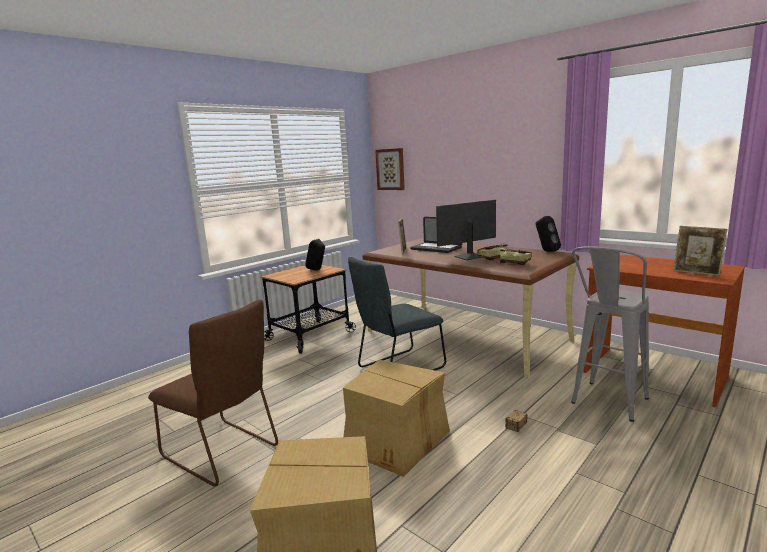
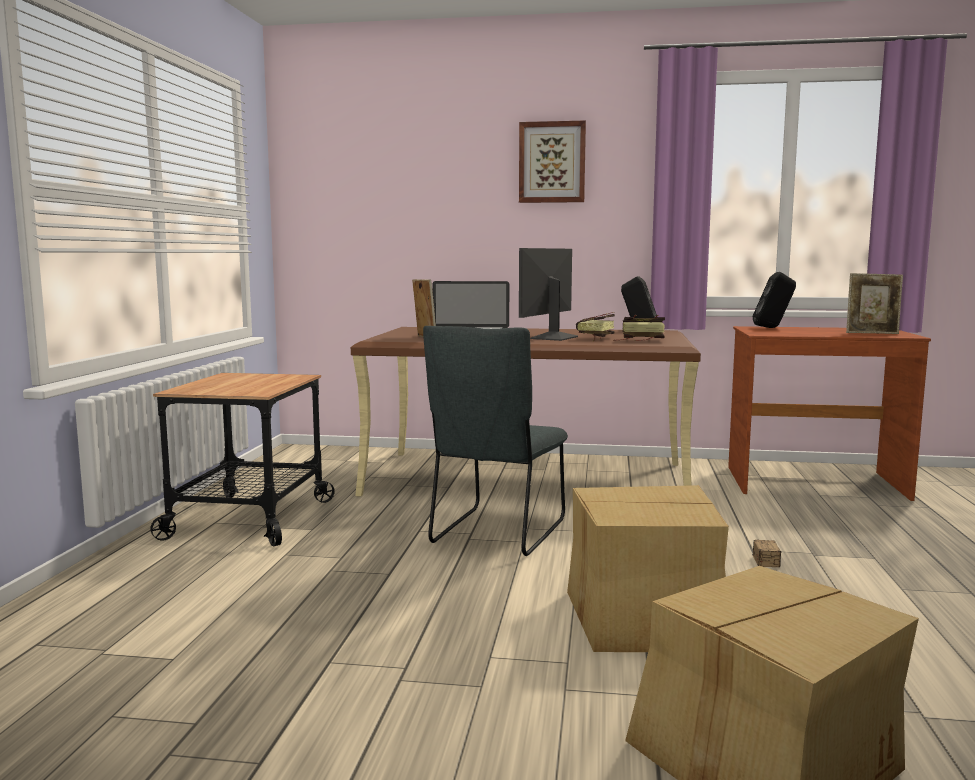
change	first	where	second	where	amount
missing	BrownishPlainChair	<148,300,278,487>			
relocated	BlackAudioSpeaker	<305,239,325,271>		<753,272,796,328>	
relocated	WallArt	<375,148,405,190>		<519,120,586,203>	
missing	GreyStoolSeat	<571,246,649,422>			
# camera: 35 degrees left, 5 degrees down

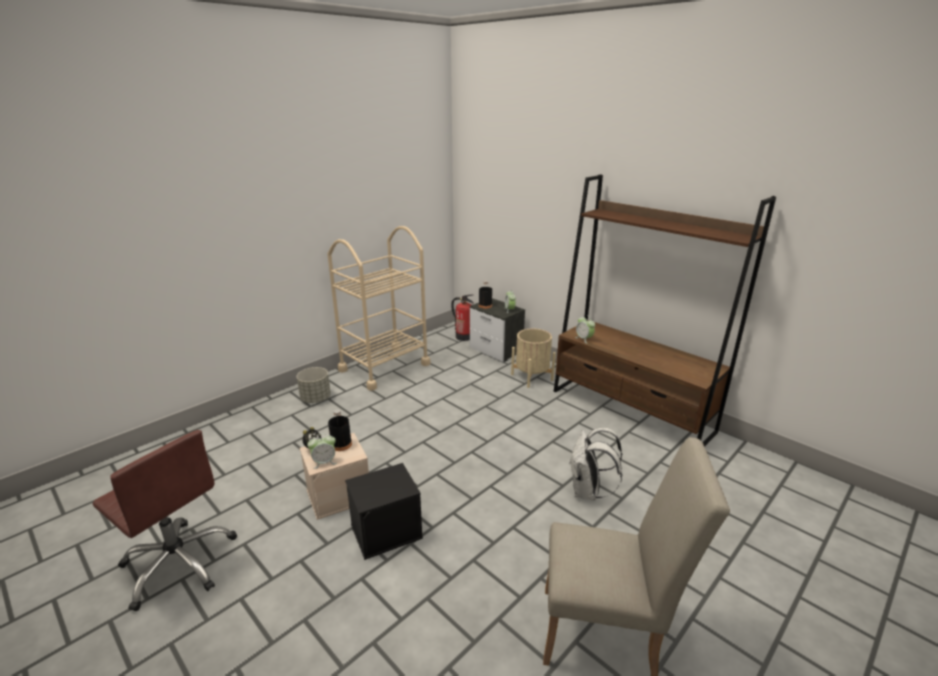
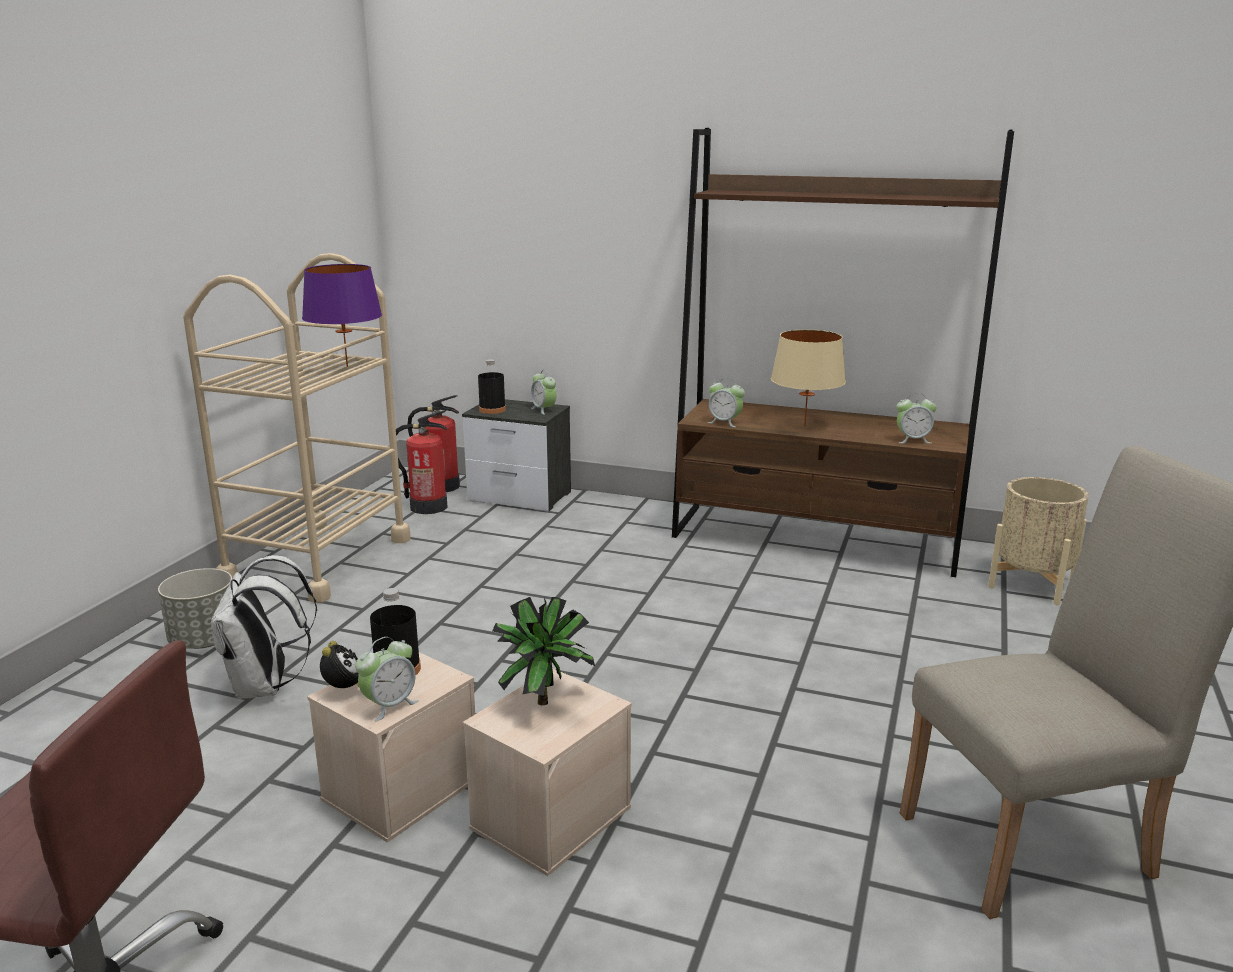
change	first	where	second	where	amount
colour	BlackStorageBox	<345,463,423,560>	SandColouredStorageBox	<463,668,632,876>	
relocated	SandColouredPlantPot	<511,329,556,388>		<988,477,1089,605>	
relocated	WhiteBackpack	<569,428,622,501>		<211,555,317,699>	
appeared			PurpleColouredTabletopLamp	<302,264,382,367>	
appeared			FireFightingCylinder	<396,410,448,514>	
appeared			PottedPlant	<492,597,595,705>	
appeared			SandColouredTabletopLamp	<771,329,846,427>	
appeared			BedsideClock	<896,393,937,444>	
# camera: 25 degrees left, 5 degrees down

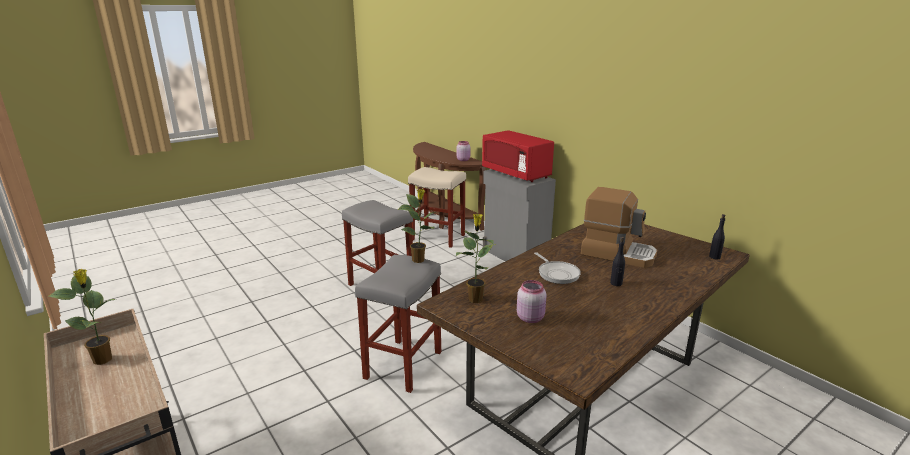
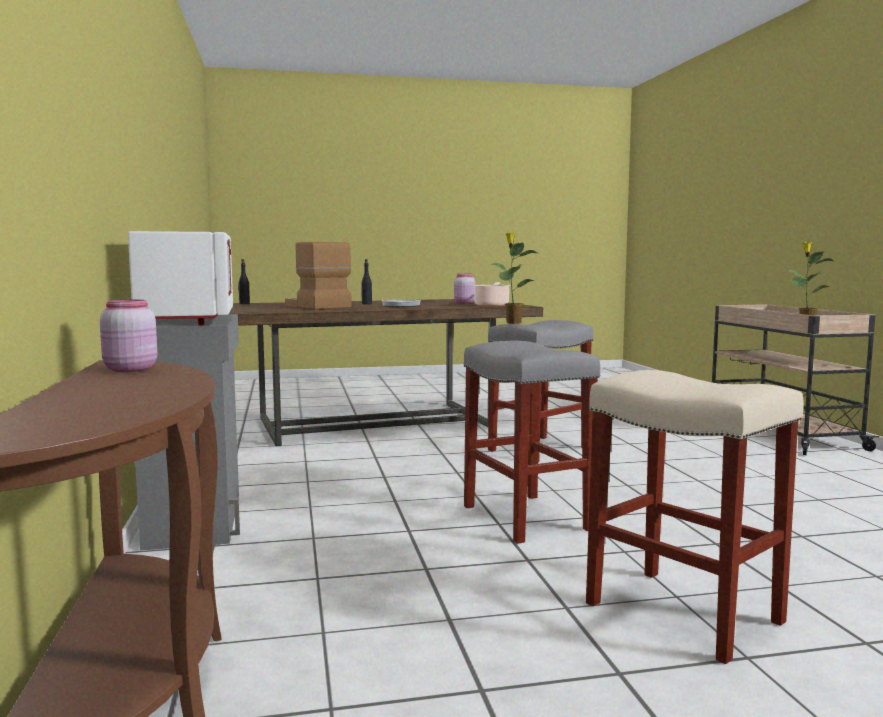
change	first	where	second	where	amount
relocated	SandColouredStoolSeat	<408,167,466,248>		<586,370,804,664>	
exchanged	PottedPlant	<456,213,495,303>	CookingPot	<473,282,511,307>	
colour	ReddishMicrowave	<482,130,554,182>	WhiteMicrowave	<128,231,233,325>	
# camera: 155 degrees left, 15 degrees down

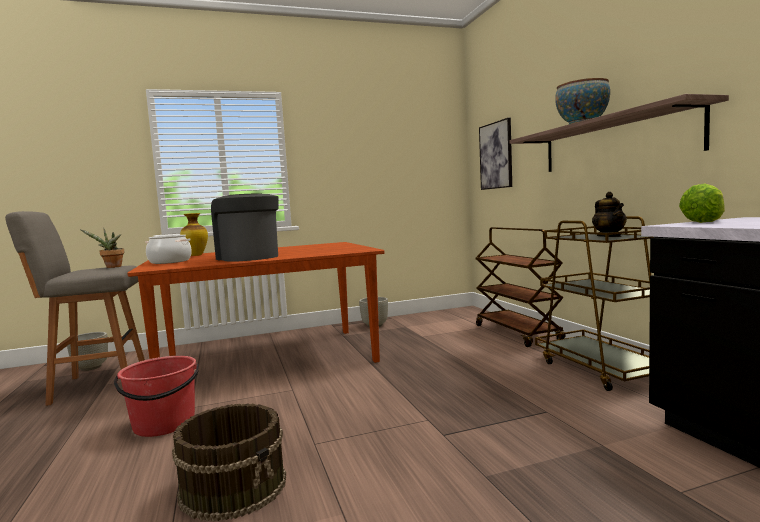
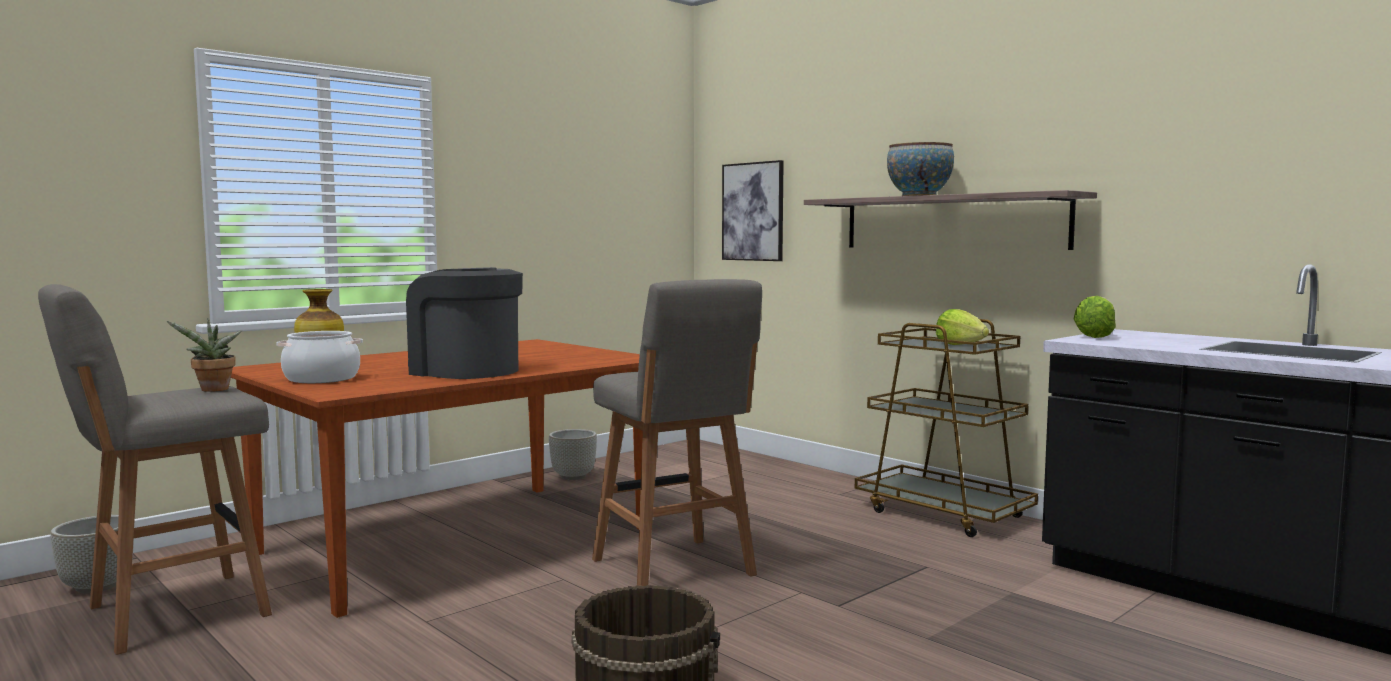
change	first	where	second	where	amount
missing	ReddishPail	<114,356,199,437>			
missing	BrownishCart	<475,227,565,347>			
exchanged	TeaPot	<592,192,627,237>	HeadOfLettuce	<936,309,989,345>	
appeared			GreyStoolSeat	<592,279,762,586>	
# camera: 25 degrees left, 0 degrees up

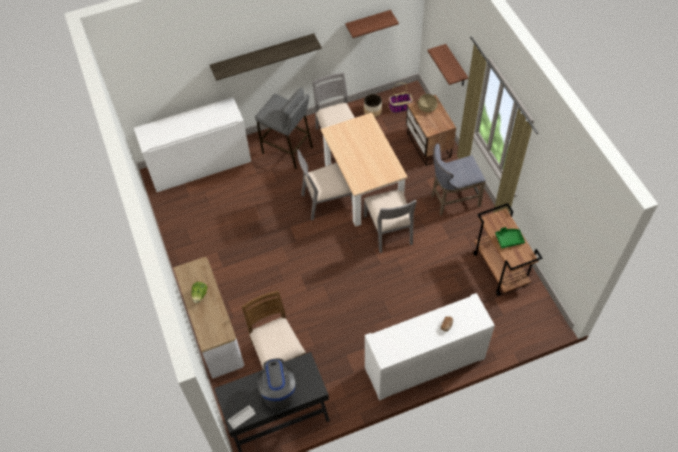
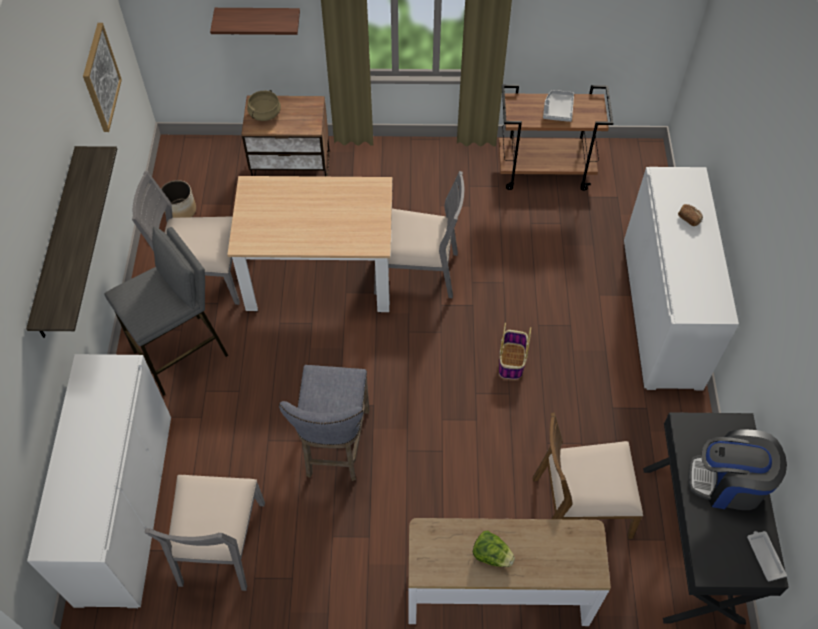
change	first	where	second	where	amount
relocated	GreyPlainChair	<297,149,352,221>		<145,475,265,591>	
exchanged	BracketShelf	<345,10,399,38>	WallArt	<83,23,122,132>	
relocated	Basket	<389,83,412,113>		<499,323,531,379>	
relocated	GreyStoolSeat	<431,143,486,215>		<279,365,369,481>	
colour	GreenColouredServingTray	<495,227,525,248>	GreyServingTray	<543,90,574,122>	
# camera: 70 degrees left, 0 degrees up

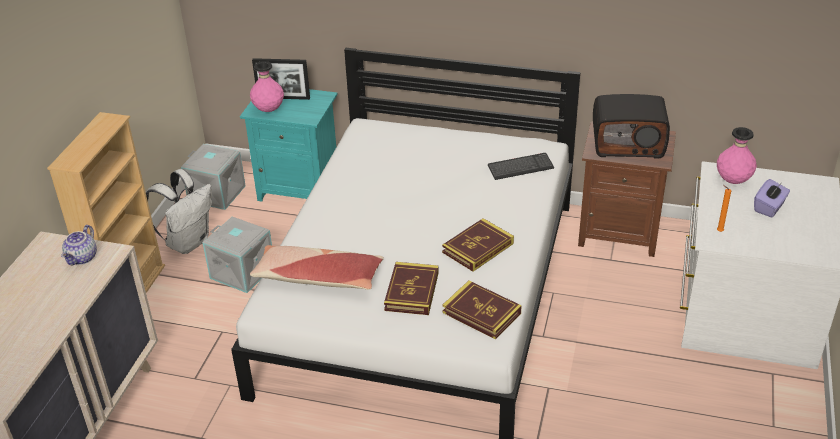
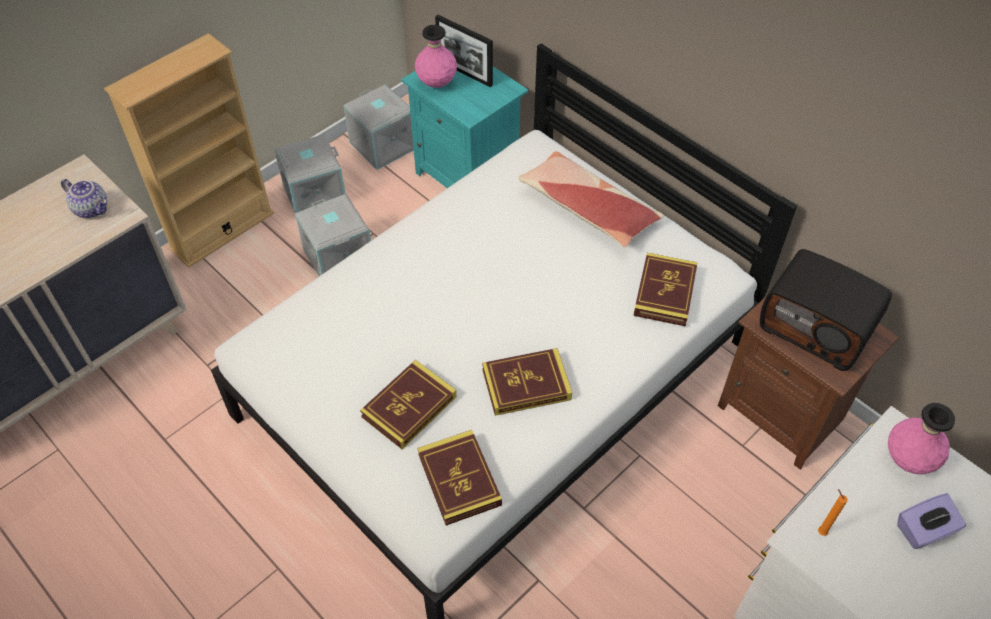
change	first	where	second	where	amount
spun	TeaPot	<61,225,97,265>		<61,179,107,218>	105 degrees counterclockwise
exchanged	WhiteBackpack	<146,169,212,254>	GreyStorageBox	<274,134,345,213>	
relocated	ThrowPillow	<250,245,384,290>		<518,151,664,247>	
exchanged	PcKeyboard	<488,153,554,180>	Volume	<633,253,698,326>	
# camera: 30 degrees right, 15 degrees up

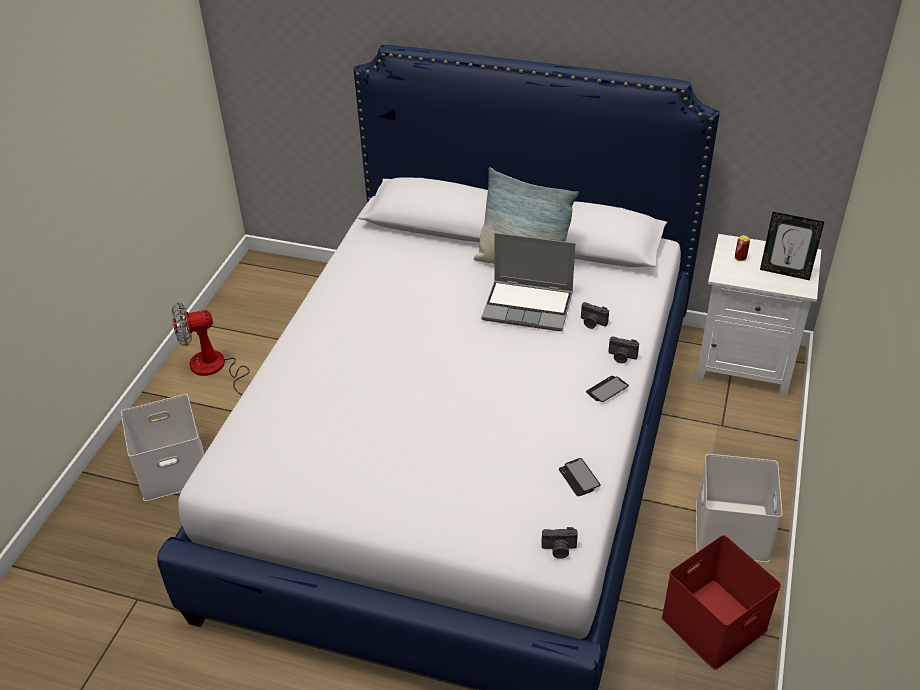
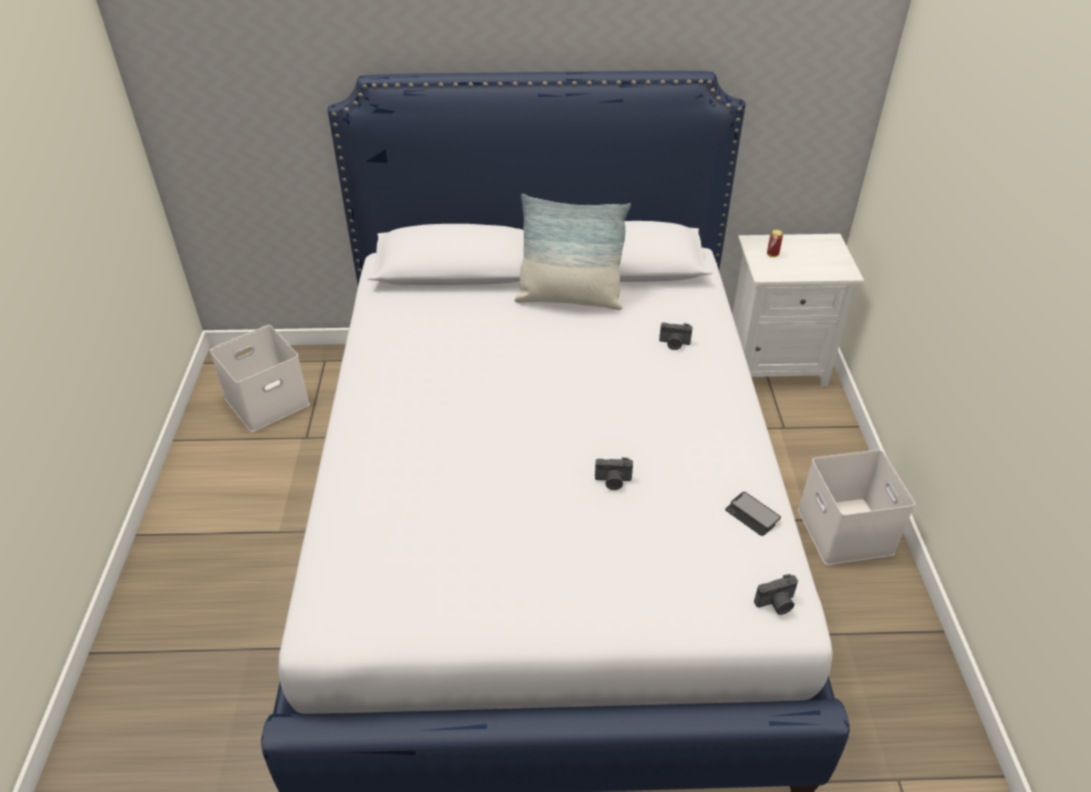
change	first	where	second	where	amount
relocated	WhiteStorageBox	<121,394,204,501>		<210,325,310,432>	
missing	ElectricFan	<172,302,250,395>			
missing	NotebookComputer	<481,233,575,331>			
missing	Phone	<586,376,629,402>			
relocated	StillCamera	<608,336,639,363>		<595,457,633,490>	
missing	ReddishStorageBox	<661,535,781,670>			
missing	StandingFrame	<760,212,824,280>			
# camera: 20 degrees left, 0 degrees up

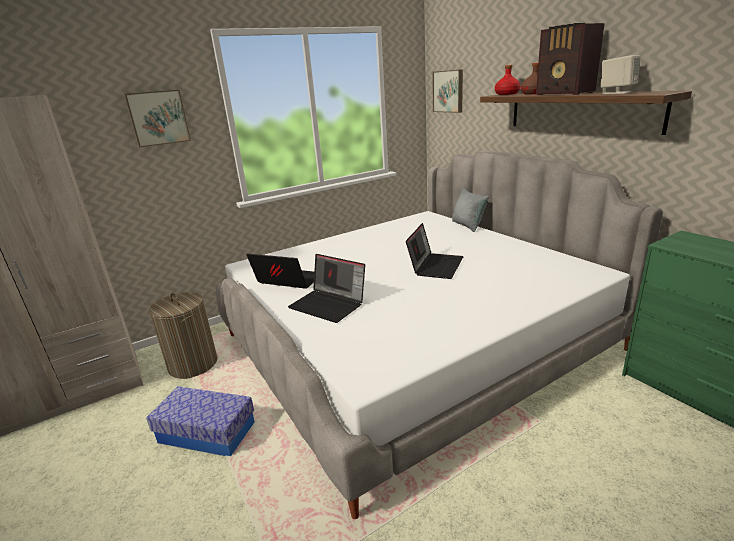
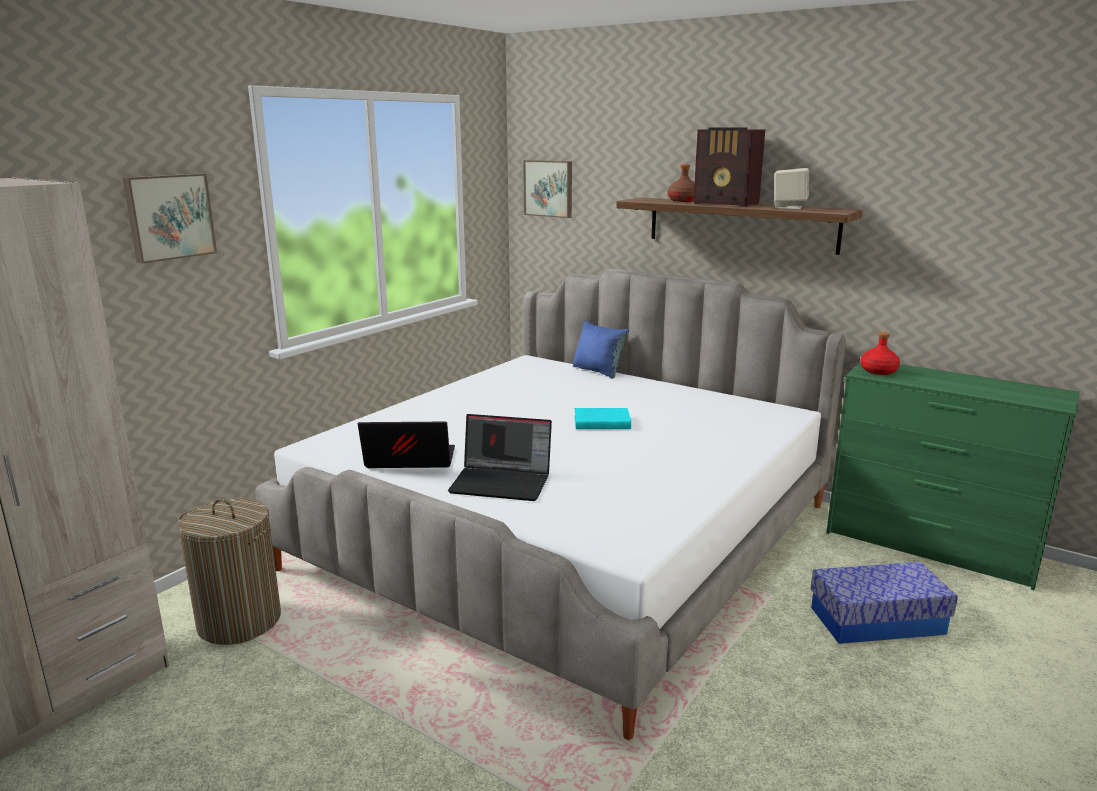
change	first	where	second	where	amount
relocated	StorageBox	<146,386,255,456>		<811,562,958,644>	
exchanged	NotebookComputer	<406,223,464,279>	BlueGreenVolume	<574,408,631,429>	
colour	GreyThrowPillow	<452,189,489,232>	BluishThrowPillow	<573,321,629,379>	
relocated	ReddishBeverageBottle	<495,65,521,95>		<860,332,900,375>	
# camera: 25 degrees left, 5 degrees down

